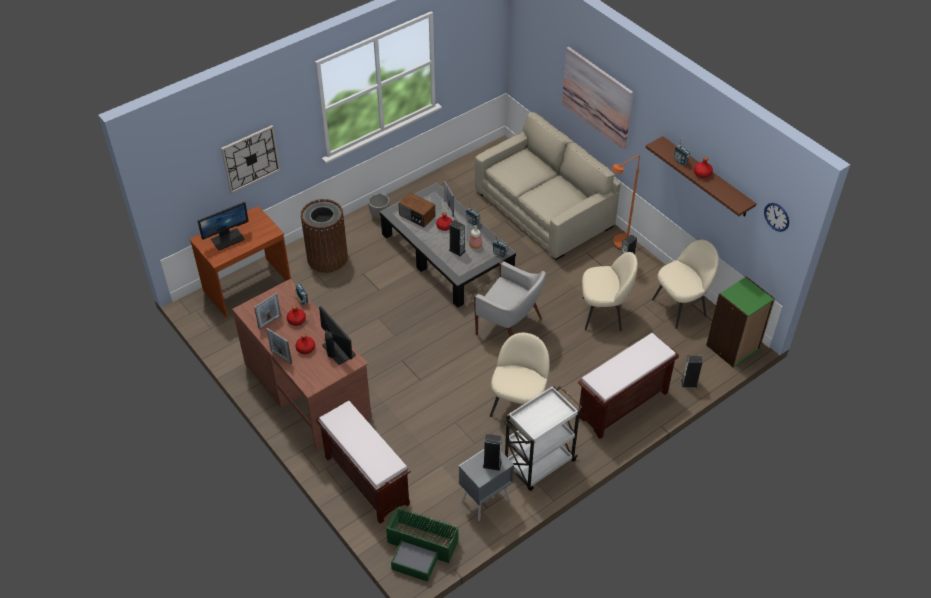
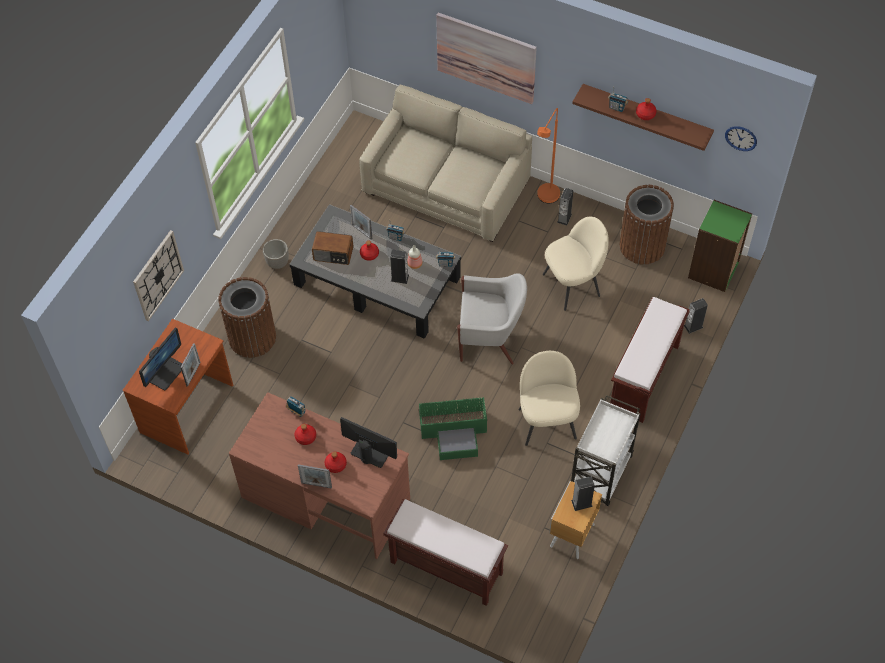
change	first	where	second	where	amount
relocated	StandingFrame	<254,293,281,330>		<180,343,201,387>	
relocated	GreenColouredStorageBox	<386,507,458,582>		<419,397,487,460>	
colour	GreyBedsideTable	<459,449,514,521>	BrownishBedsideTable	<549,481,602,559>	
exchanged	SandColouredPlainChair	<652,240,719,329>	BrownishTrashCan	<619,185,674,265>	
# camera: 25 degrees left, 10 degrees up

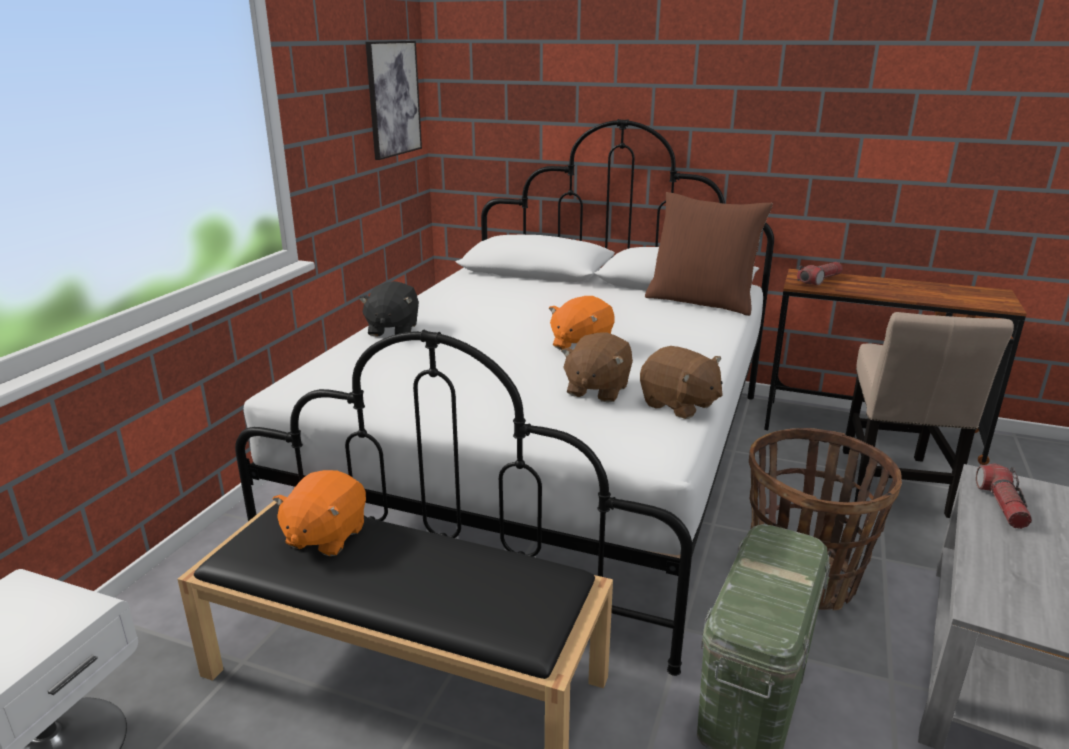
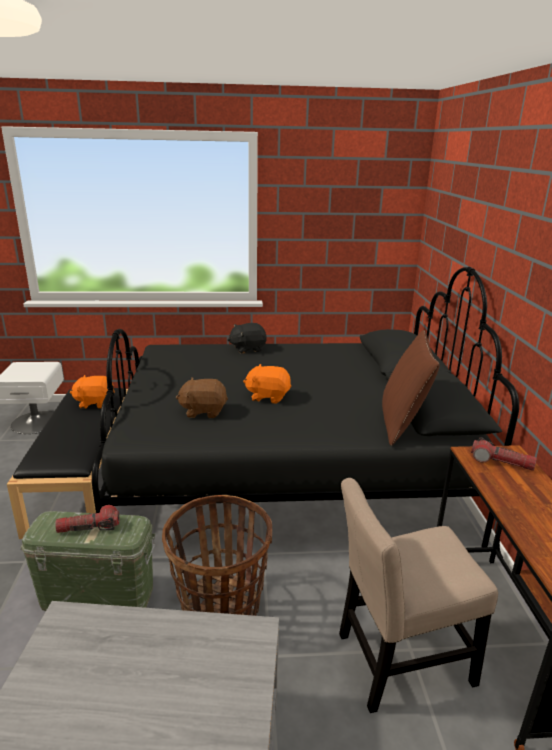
change	first	where	second	where	amount
colour	WhiteBedroomBed	<235,119,774,676>	BlackBedroomBed	<92,267,519,547>	
missing	WallArt	<365,41,422,160>			
missing	BrownishCuddlyToy	<640,346,723,419>			
relocated	Torch	<976,464,1032,529>		<55,505,119,533>	
# camera: 65 degrees right, 0 degrees up

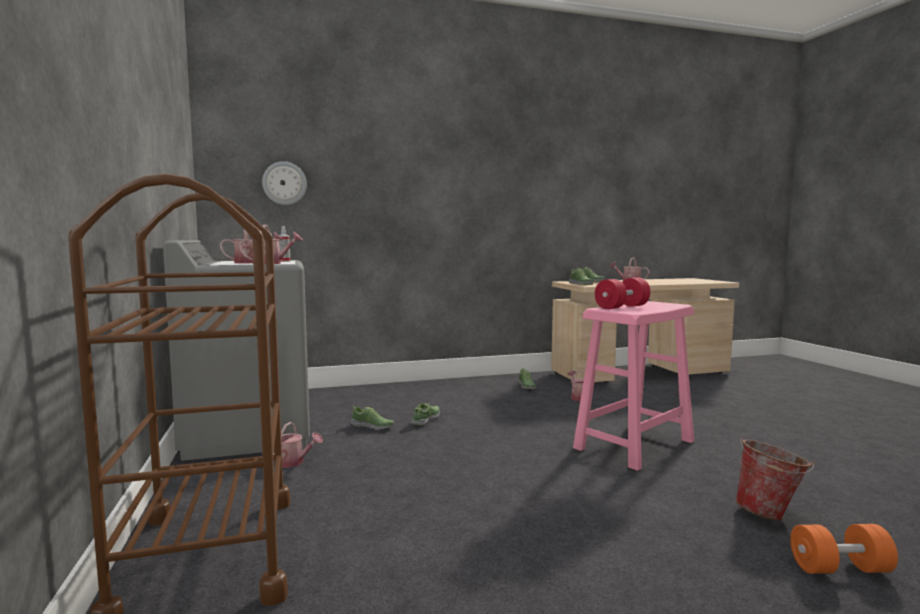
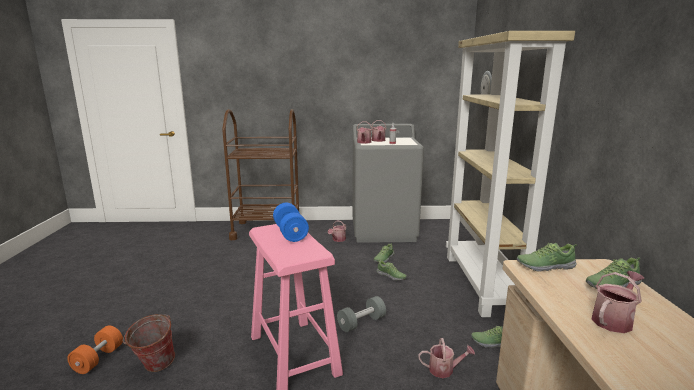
change	first	where	second	where	amount
colour	ReddishDumbbell	<595,278,650,309>	BluishDumbbell	<273,203,309,242>	
appeared			GreyDumbbell	<337,296,386,332>	
appeared			SandColouredBookshelf	<446,31,575,317>	
# camera: 105 degrees right, 10 degrees up

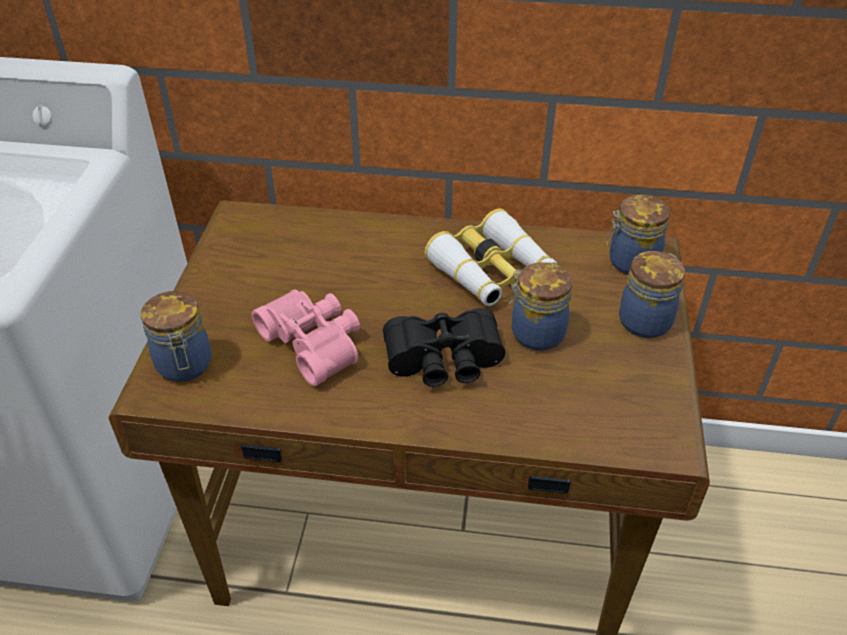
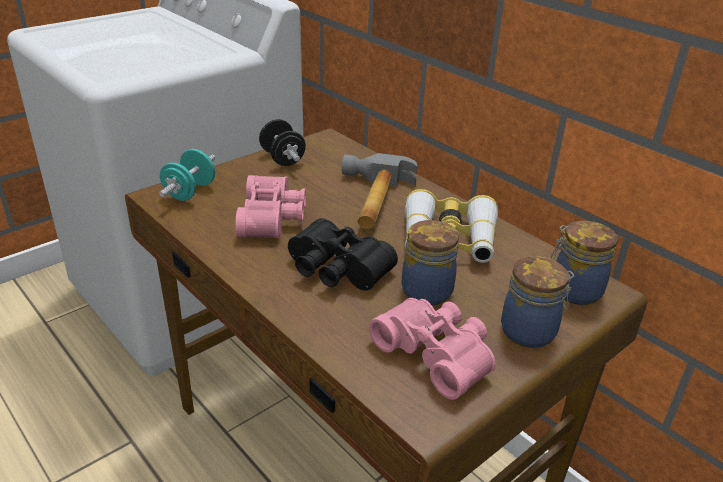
change	first	where	second	where	amount
exchanged	Jar	<141,291,211,382>	BlueGreenDumbbell	<159,149,215,201>	
appeared			BlackDumbbell	<259,119,306,166>	
appeared			ToolHammer	<342,153,417,229>	
appeared			PinkishPairOfBinoculars	<369,298,496,400>	
# camera: 40 degrees right, 10 degrees down

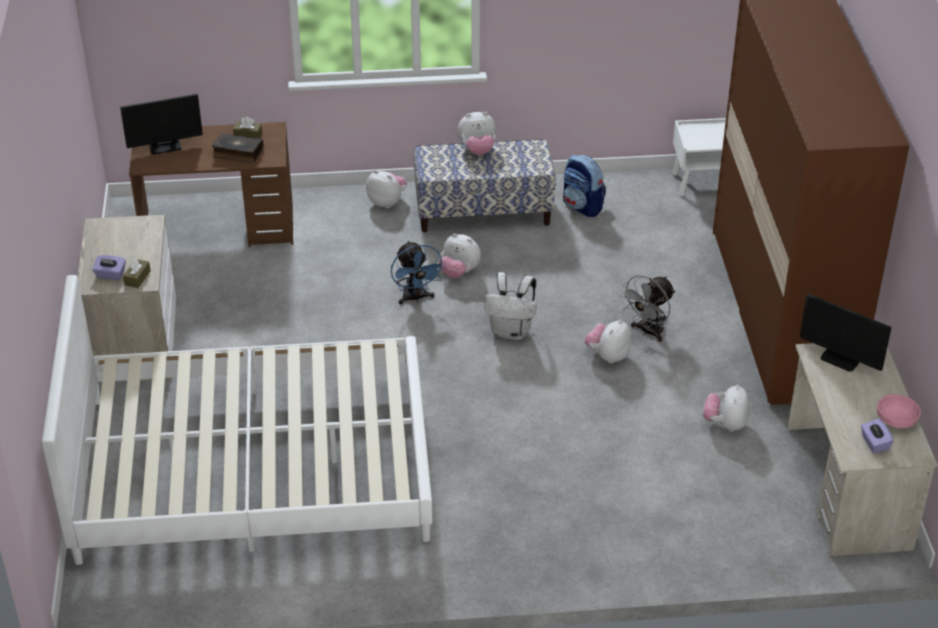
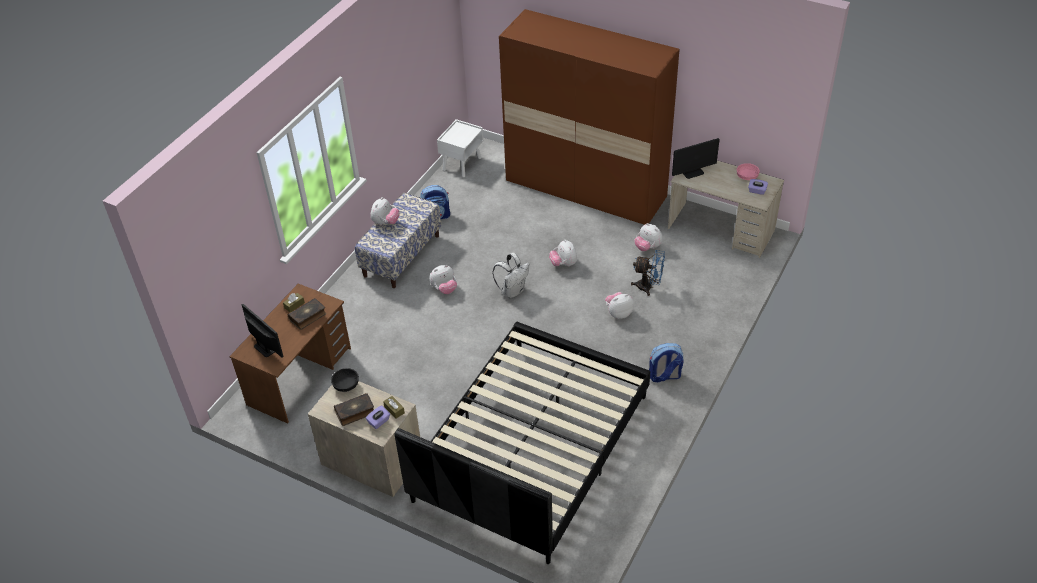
change	first	where	second	where	amount
colour	WhiteBedroomBed	<41,275,432,565>	BlackBedroomBed	<394,322,651,564>	
spun	Monitor	<120,94,203,155>		<242,304,284,358>	60 degrees counterclockwise
relocated	CuddlyToy	<366,170,407,208>		<605,292,634,319>	
relocated	BluishElectricFan	<391,241,445,304>		<631,250,665,296>	
missing	GreyElectricFan	<619,275,676,342>			
appeared			BlackBowl	<331,368,359,392>	
appeared			Volume	<334,393,374,426>	
appeared			Backpack	<649,343,684,382>	
# camera: 55 degrees left, 5 degrees up

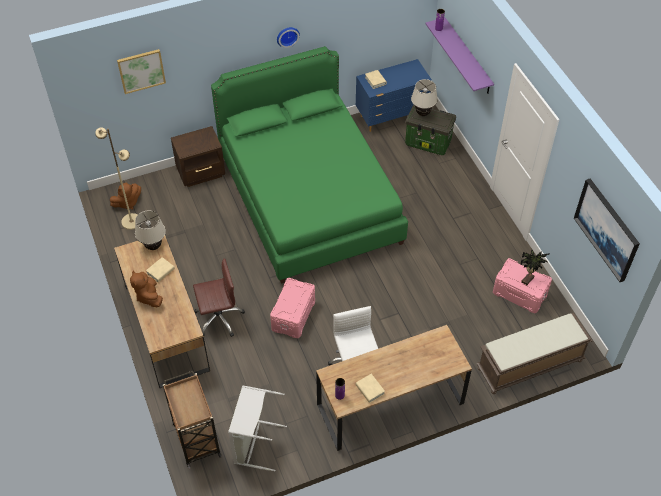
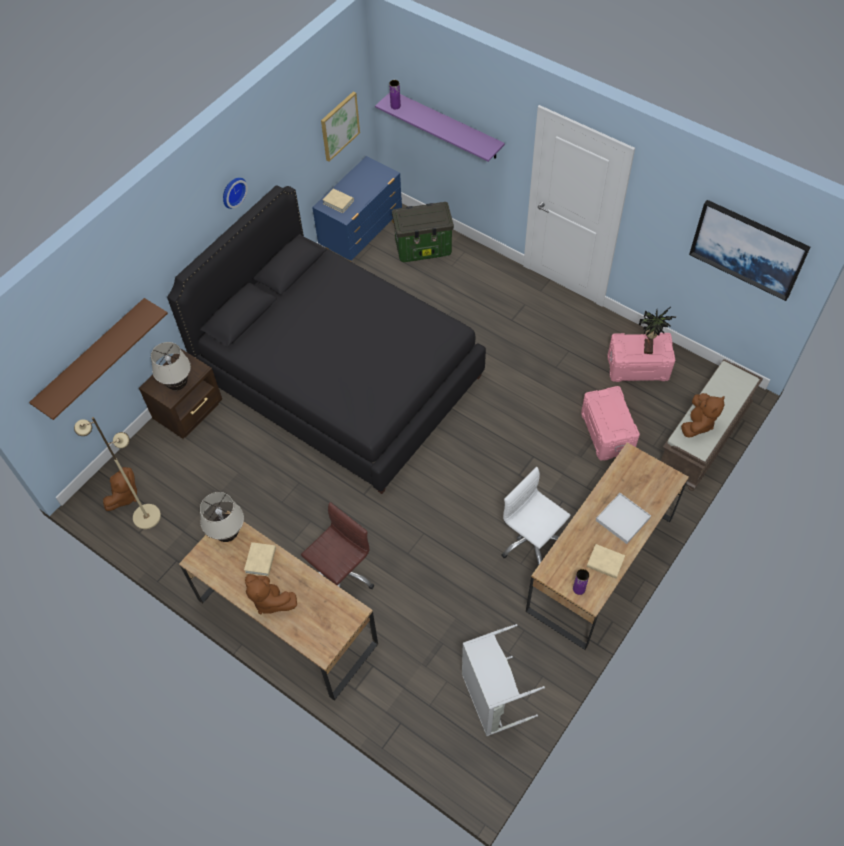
change	first	where	second	where	amount
relocated	WallArt	<117,49,166,94>		<321,91,360,162>	
missing	BrownishCart	<163,371,221,469>			
colour	GreenColouredBedroomBed	<211,46,408,284>	BlackBedroomBed	<167,185,486,494>	
relocated	PinkishStorageBox	<270,278,315,338>		<581,386,640,461>	
relocated	SandColouredTabletopLamp	<411,79,438,116>		<151,342,191,390>	
appeared			BrownishBracketShelf	<29,298,168,420>	
appeared			WhiteServingTray	<596,493,651,544>	
appeared			BrownishCuddlyToy	<681,393,725,438>	
# camera: 30 degrees left, 5 degrees up

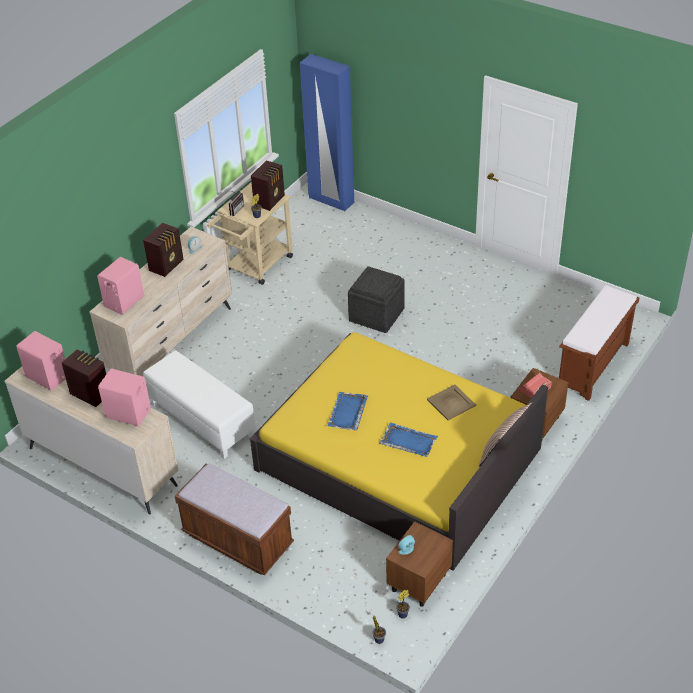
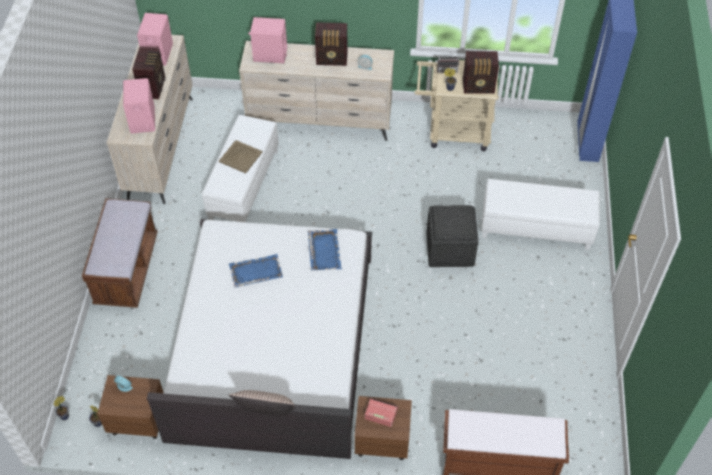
change	first	where	second	where	amount
colour	YellowishBedroomBed	<250,332,548,571>	WhiteBedroomBed	<147,219,372,459>	
relocated	BluishServingTray	<379,422,438,457>		<308,229,342,271>	
relocated	SandColouredServingTray	<427,384,476,420>		<219,140,262,173>	
appeared			WhiteFootrest	<481,179,600,250>	
# camera: 60 degrees right, 10 degrees up

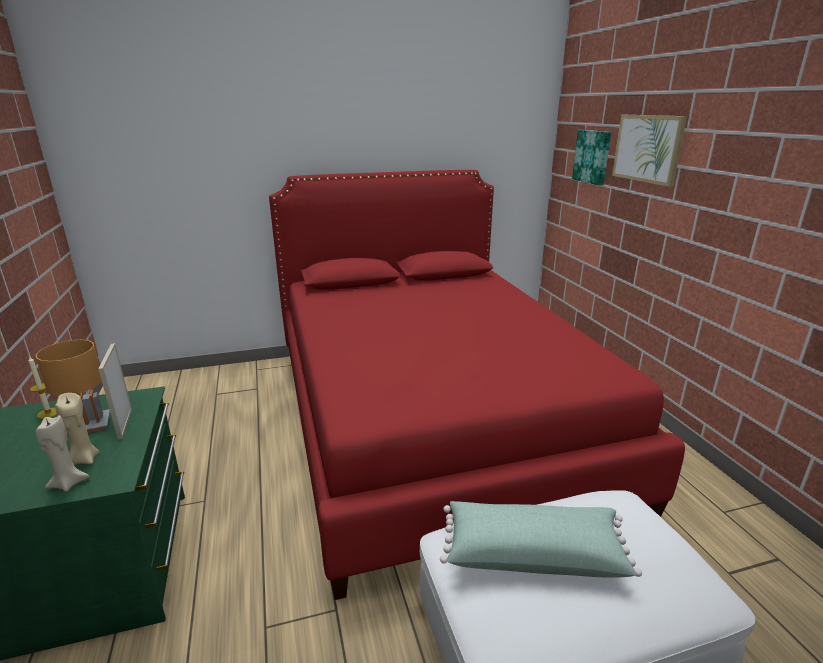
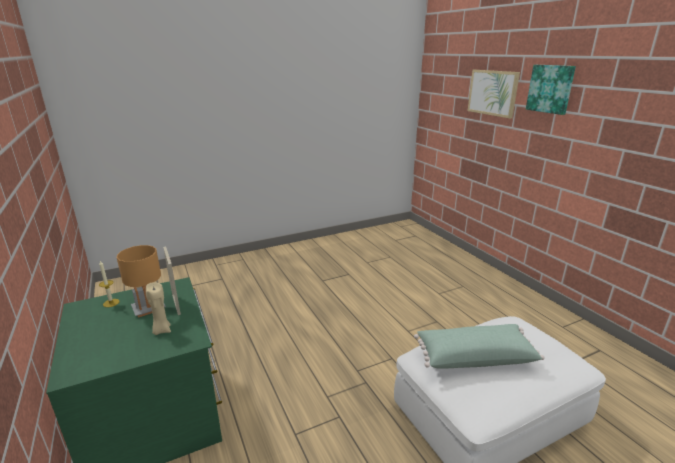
change	first	where	second	where	amount
missing	SandColouredWaxLight	<36,415,89,492>			
missing	ReddishBedroomBed	<269,170,685,600>			
relocated	WallArt	<572,130,611,185>		<526,65,576,115>	
# camera: 10 degrees left, 0 degrees up

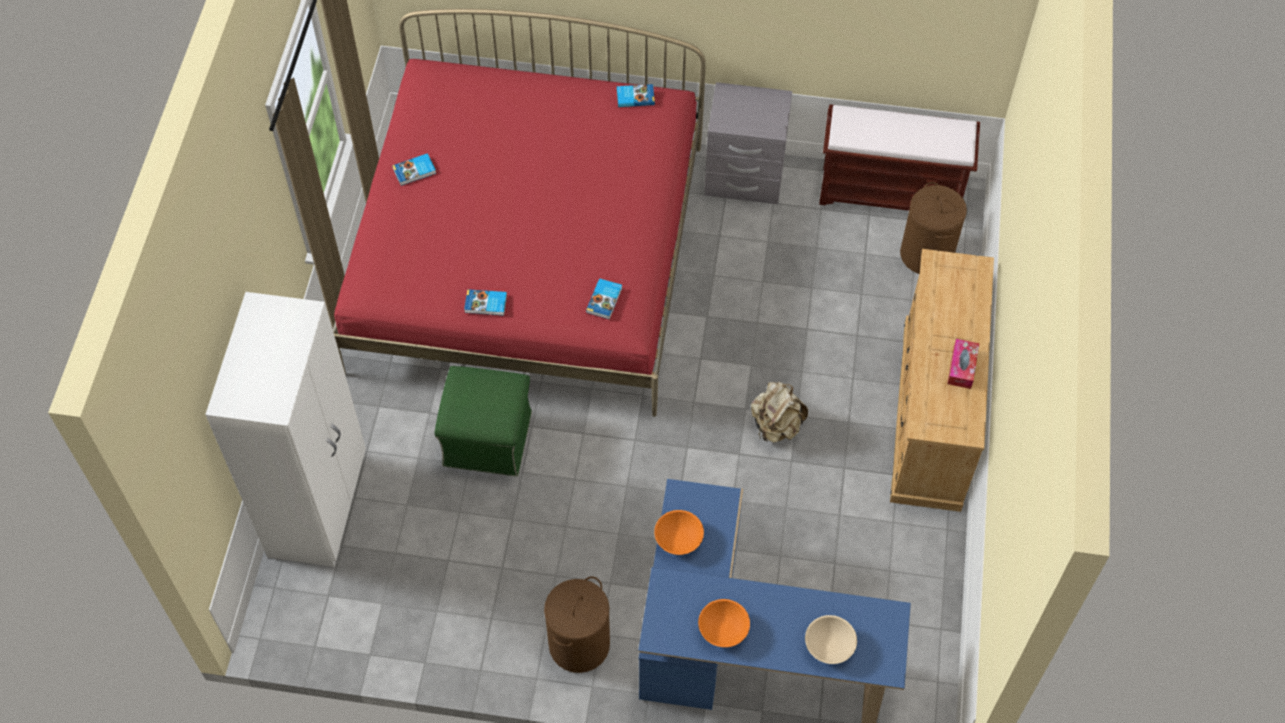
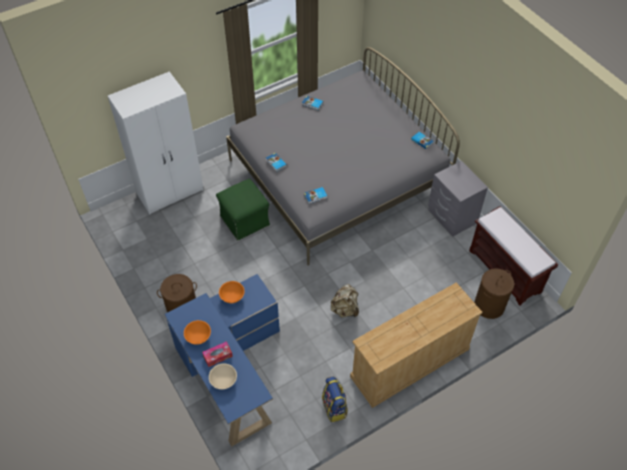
change	first	where	second	where	amount
colour	ReddishBedroomBed	<333,9,706,417>	GreyBedroomBed	<226,47,460,266>	
relocated	TissueHolder	<947,339,980,389>		<202,341,233,367>	
appeared			Backpack	<322,377,348,422>	
# camera: 50 degrees right, 5 degrees down

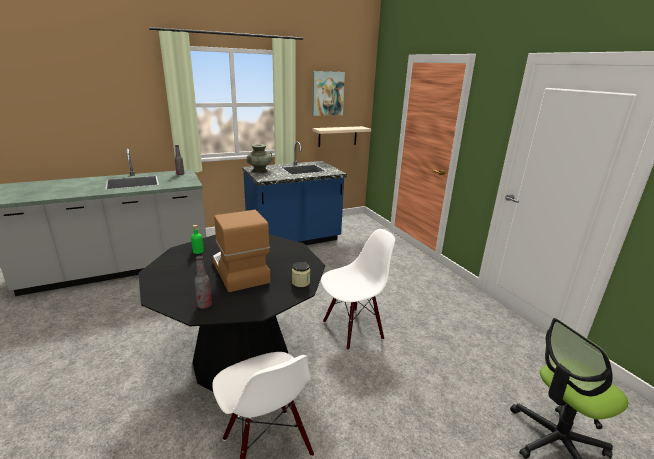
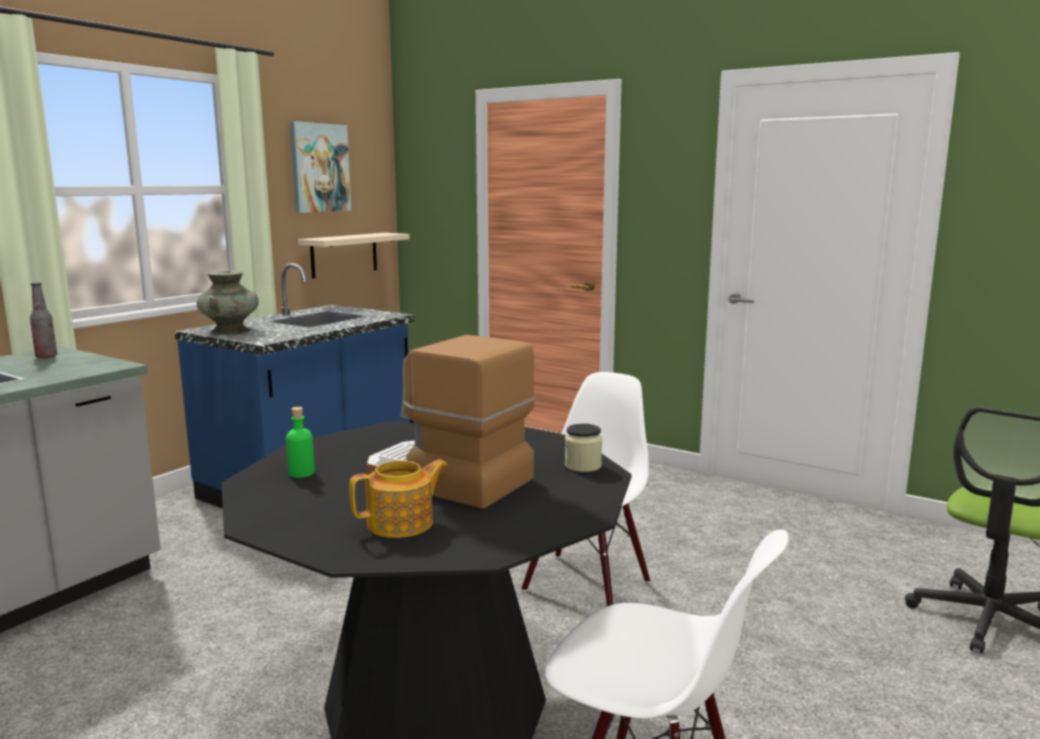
change	first	where	second	where	amount
missing	BeverageBottle	<194,256,212,309>			
appeared			TeaPot	<349,459,448,538>	
# camera: 30 degrees left, 10 degrees down

